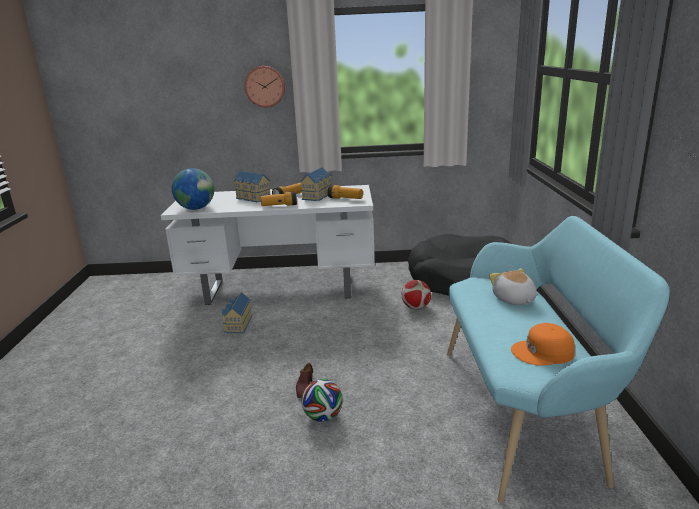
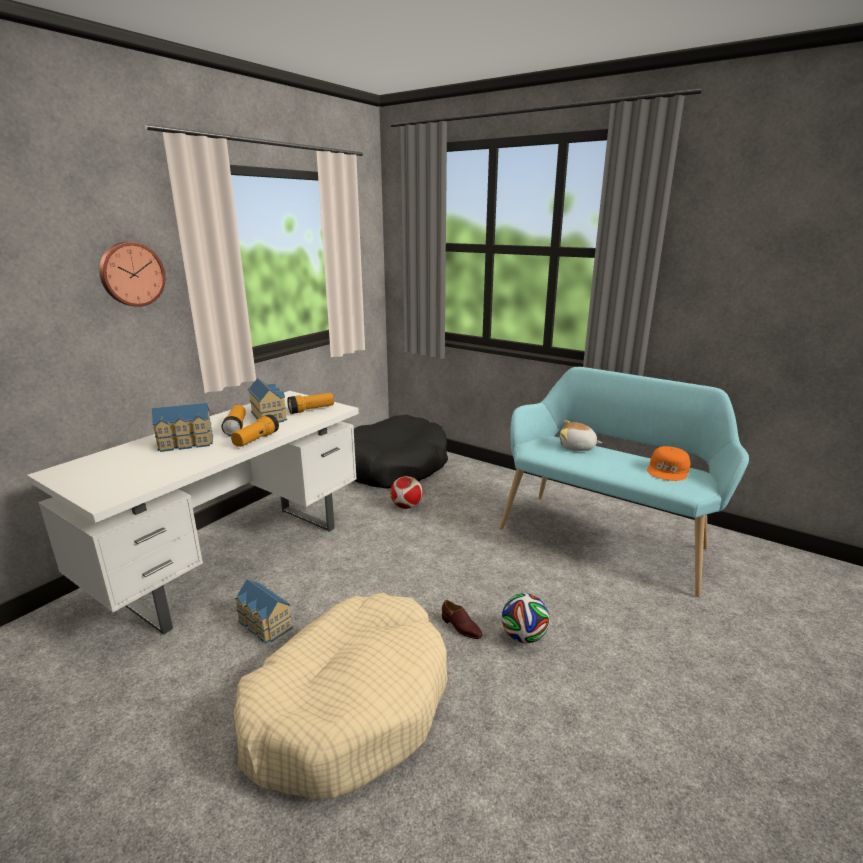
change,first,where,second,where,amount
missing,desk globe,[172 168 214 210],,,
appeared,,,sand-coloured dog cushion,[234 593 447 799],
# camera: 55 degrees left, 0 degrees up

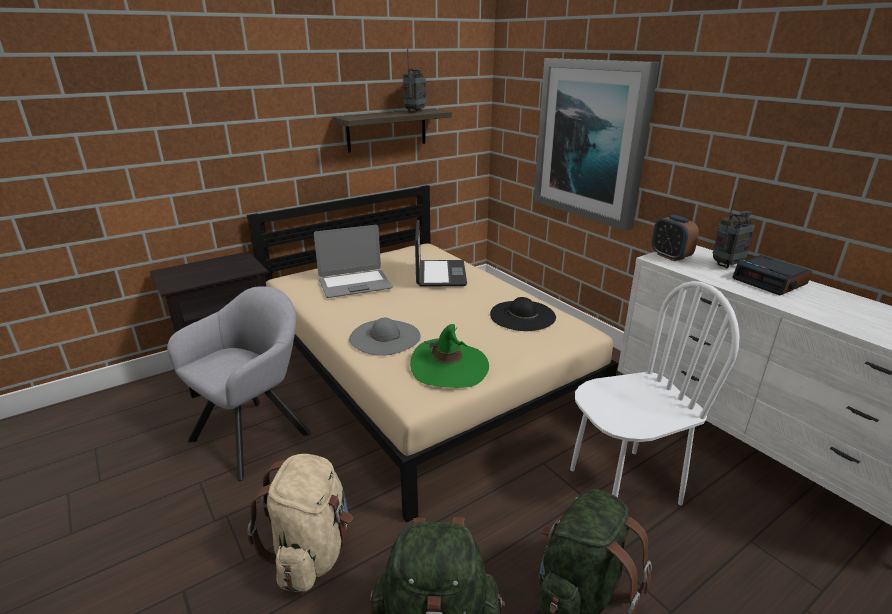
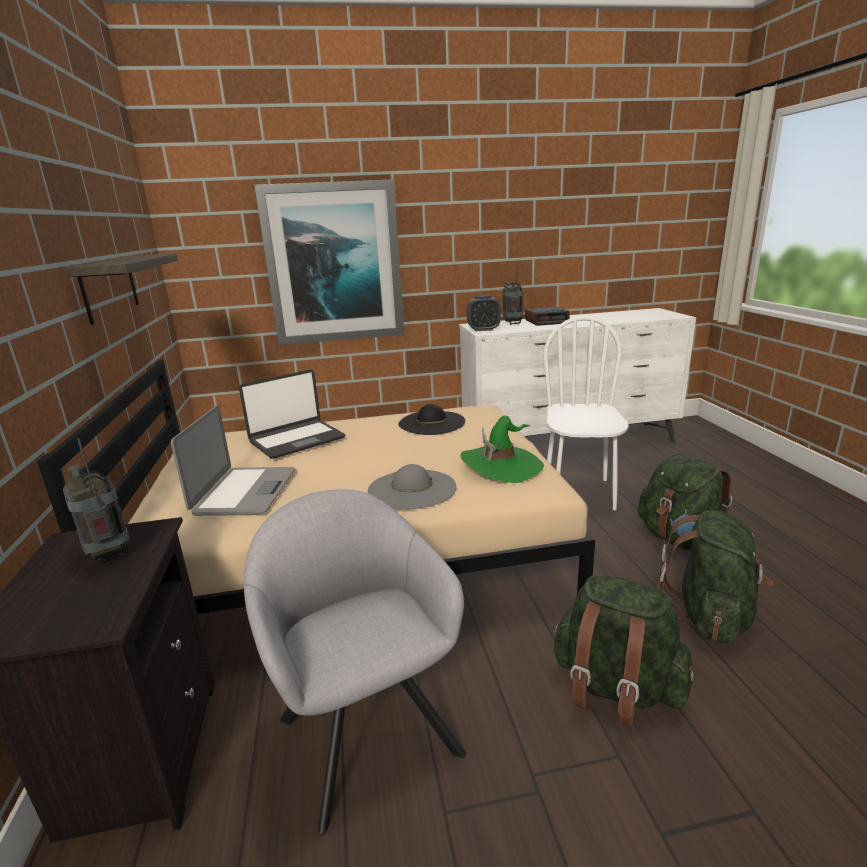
change,first,where,second,where,amount
relocated,radio,[403 49 426 113],,[63 438 130 562],
spun,notebook computer,[415 220 467 287],,[239 369 345 459],120 degrees clockwise
colour,sand-coloured knapsack,[247 454 353 592],green knapsack,[553 575 694 727],
# camera: 65 degrees left, 5 degrees down

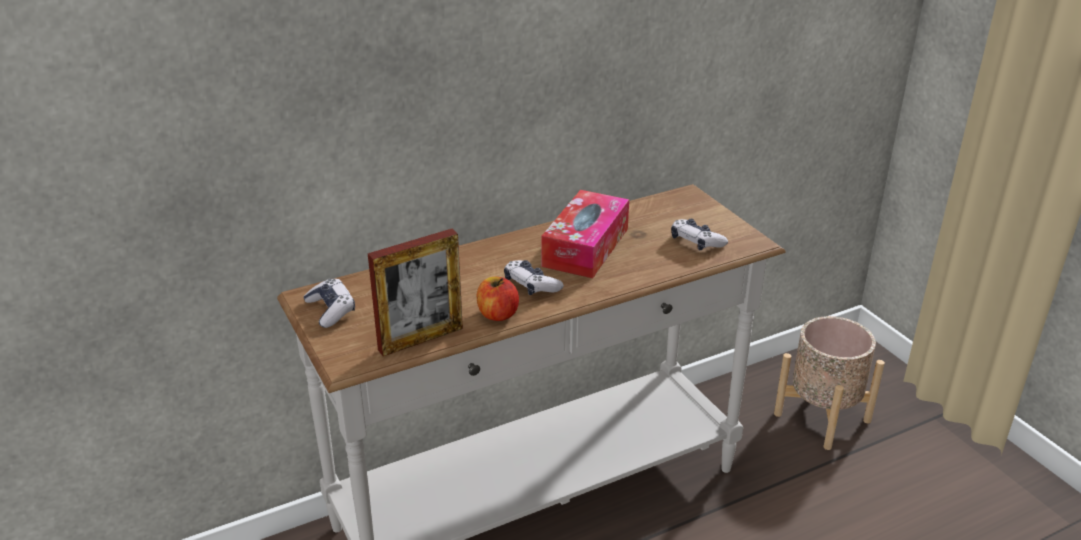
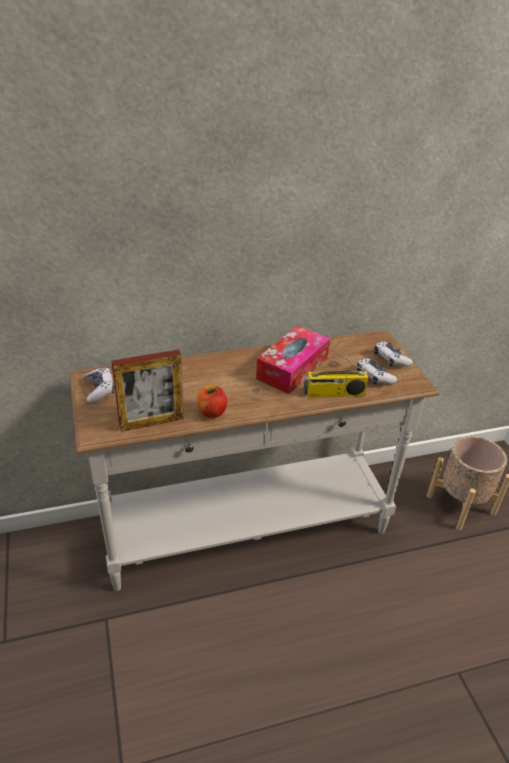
change,first,where,second,where,amount
relocated,gamepad,[504 260 564 295],,[374 342 413 367],
appeared,,,radio,[303 342 368 398],
# camera: 10 degrees right, 5 degrees up

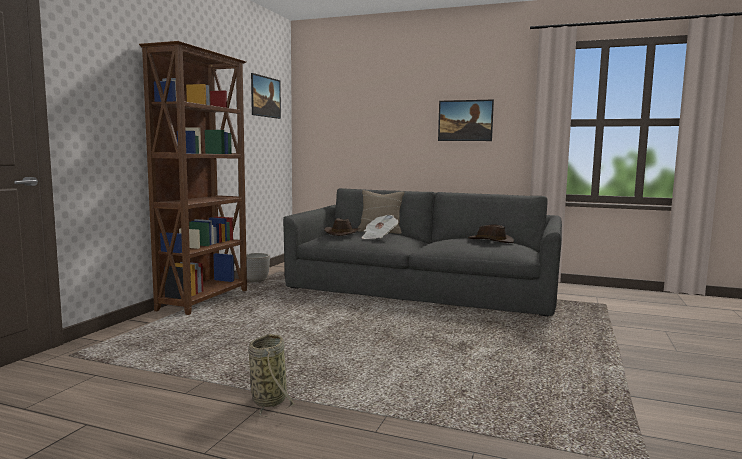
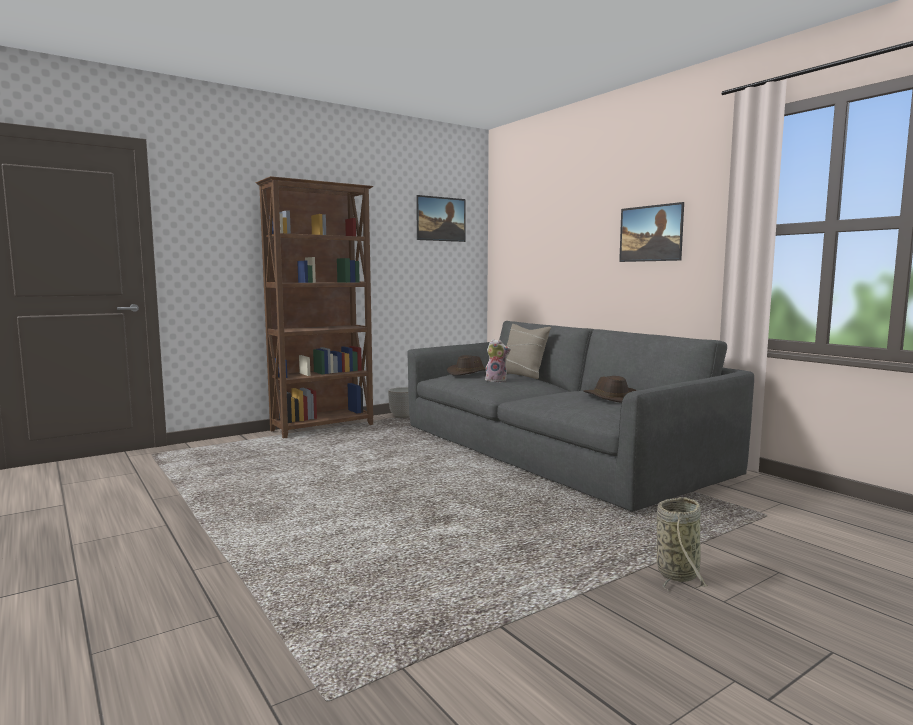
change,first,where,second,where,amount
exchanged,printed paper,[362 215 399 239],cuddly toy,[484 339 511 382],
relocated,household basket,[249 334 296 417],,[657 497 708 591],
# camera: 35 degrees right, 0 degrees up

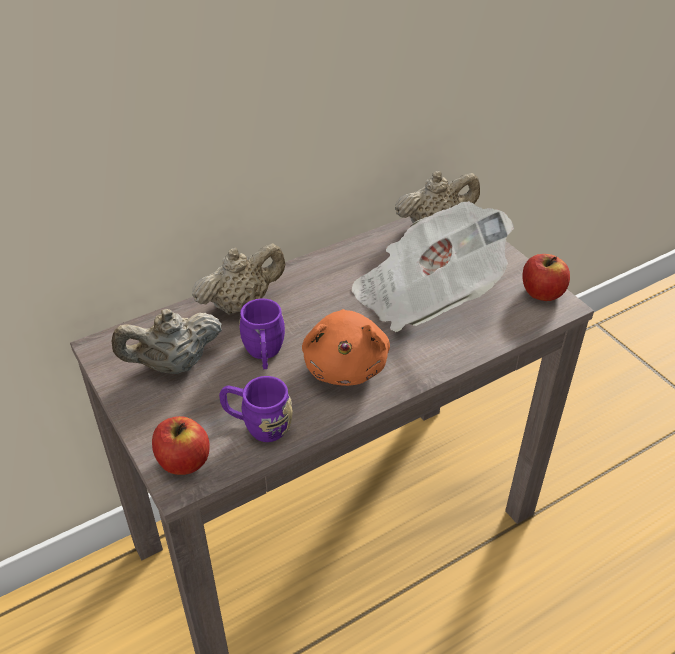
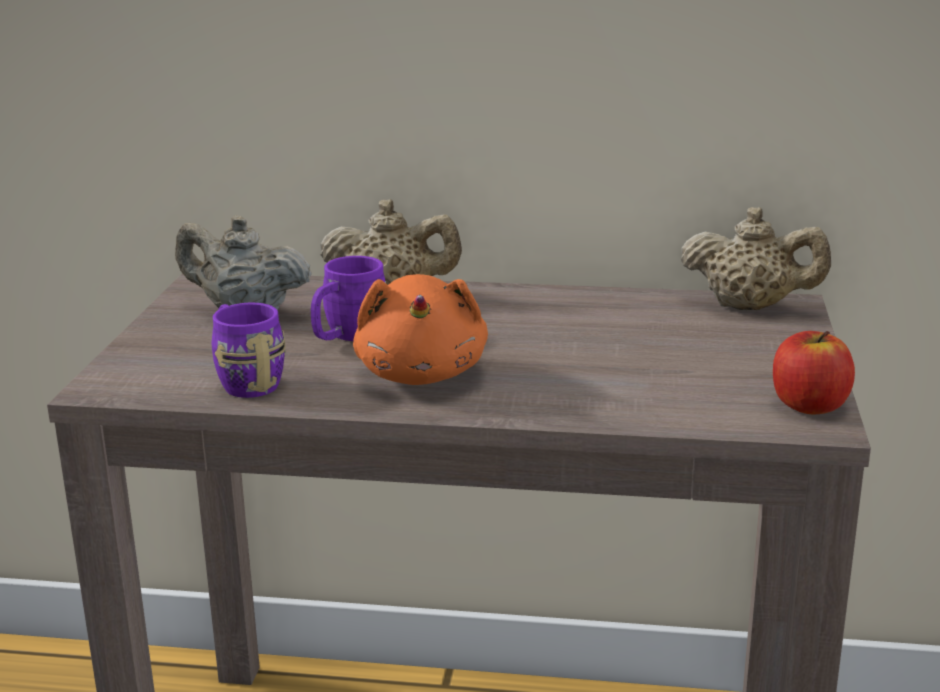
change,first,where,second,where,amount
missing,printed paper,[351 201 514 332],,,
spun,orangey cuddly toy,[302 309 390 386],,[353 274 488 385],45 degrees counterclockwise
missing,apple,[152 416 210 475],,,
# camera: 40 degrees right, 20 degrees down

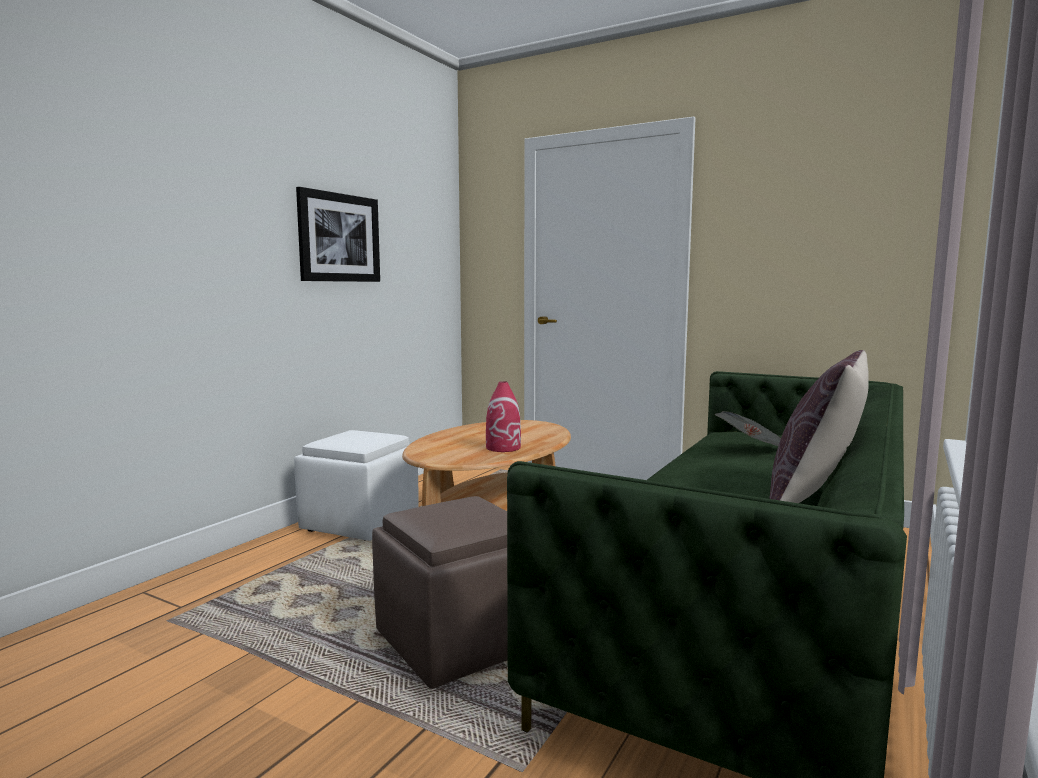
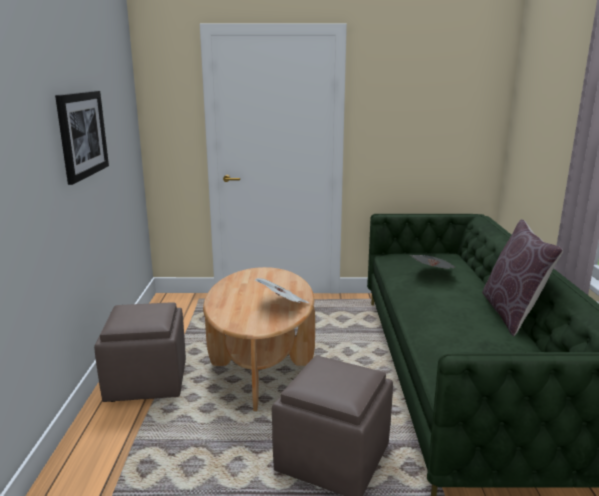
change,first,where,second,where,amount
exchanged,red-coloured decorative vase,[486 381 521 452],printed paper,[255 278 310 303],
colour,whitish footrest,[294 430 418 541],brown footrest,[94 302 186 402],
# camera: 30 degrees left, 10 degrees up

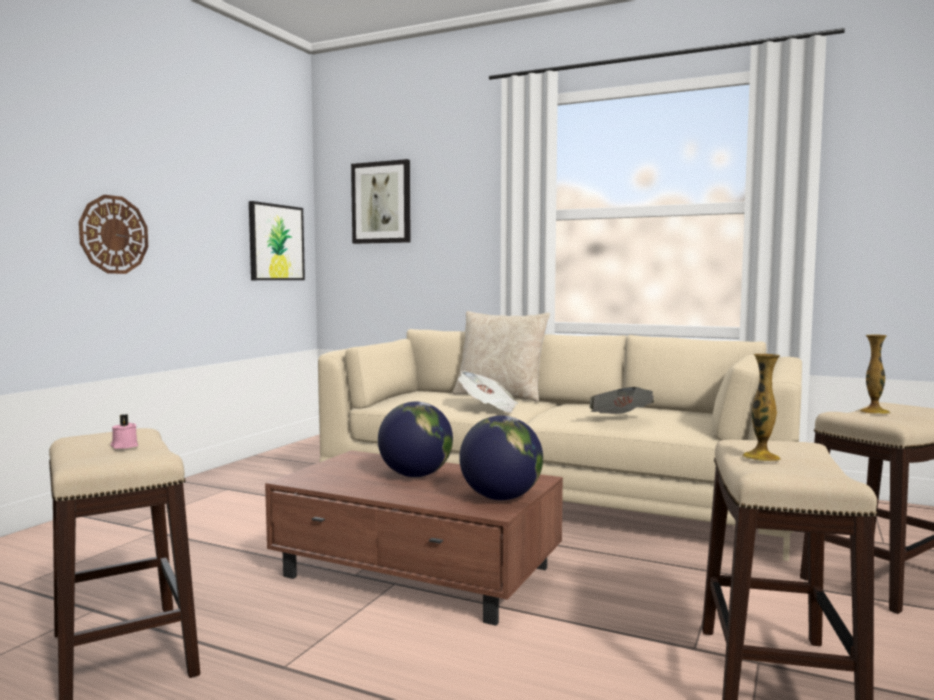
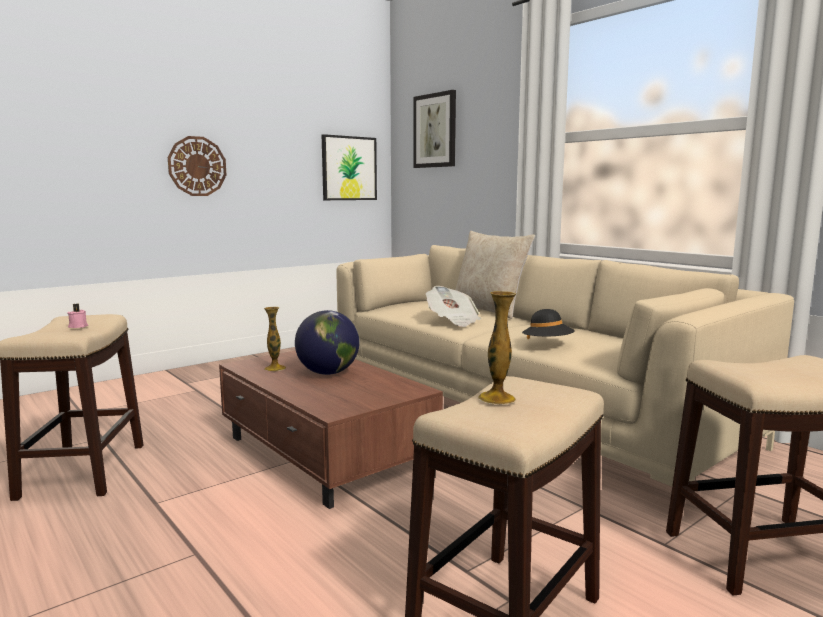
change,first,where,second,where,amount
relocated,decorative vase,[860 335 891 414],,[264 307 286 371],
exchanged,printed paper,[590 387 654 414],black wearable hat,[522 309 574 339],
missing,desk globe,[459 416 543 500],,,
# camera: 25 degrees right, 5 degrees up

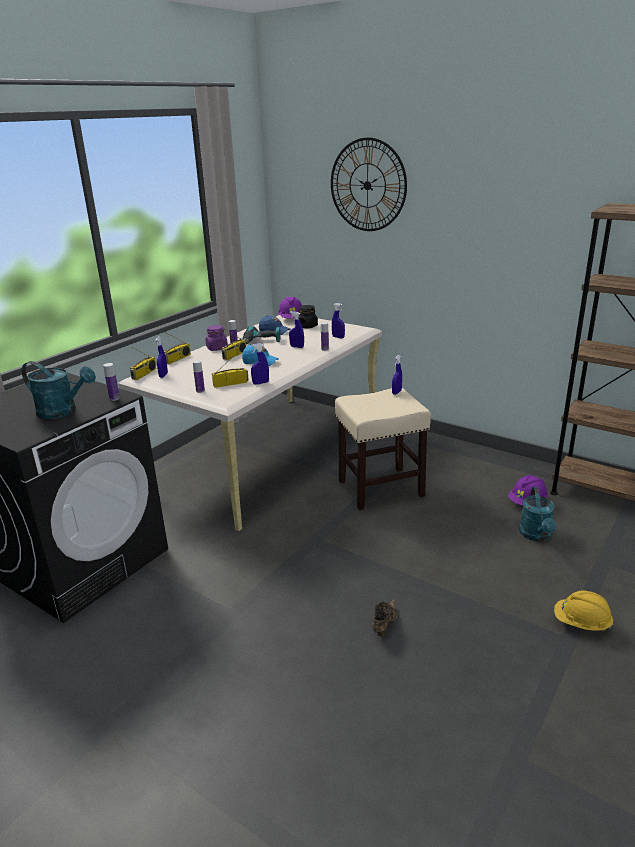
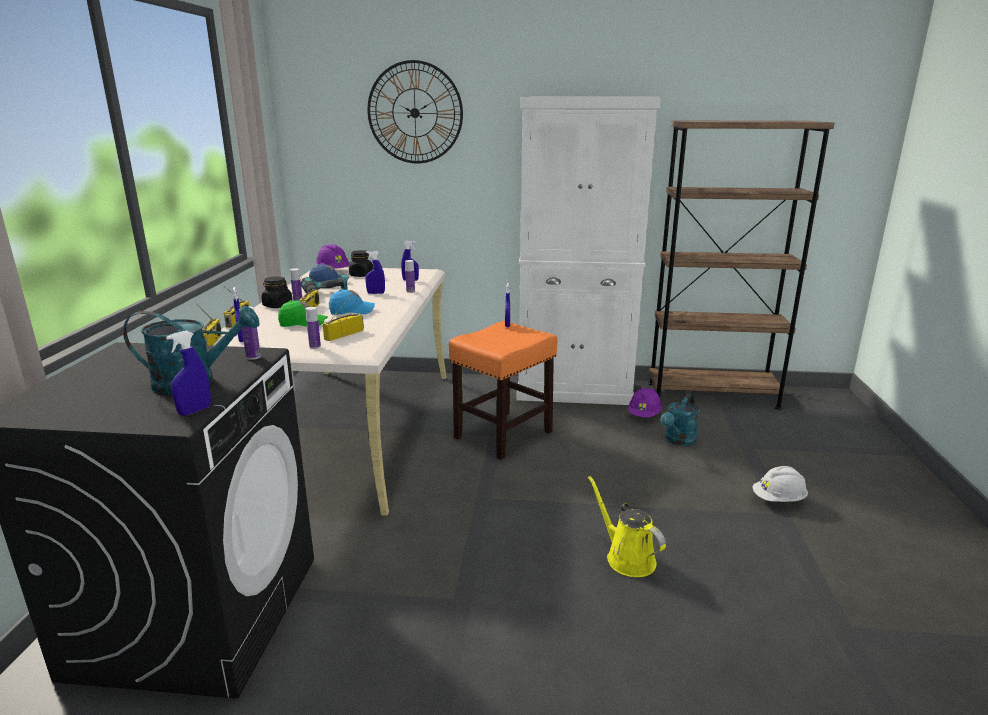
change,first,where,second,where,amount
colour,purple-coloured storage jar,[205 325 228 351],black storage jar,[261 276 293 308],
relocated,blue-coloured sprayer,[251 343 269 385],,[166 331 211 416],
colour,sand-coloured sitting stool,[335 388 431 510],orangey sitting stool,[449 321 558 459],
spun,turquoise-coloured sprinkling can,[519 487 556 542],,[661 393 699 446],60 degrees clockwise
colour,yellow hard hat,[554 590 613 631],whitish hard hat,[752 466 808 502],
exchanged,brown low shoe,[372 599 398 636],yellow sprinkling can,[588 476 666 577],
appeared,,,whitish cupboard,[517 97 661 405],
appeared,,,green peaked cap,[278 300 328 327],
# camera: 30 degrees left, 5 degrees down

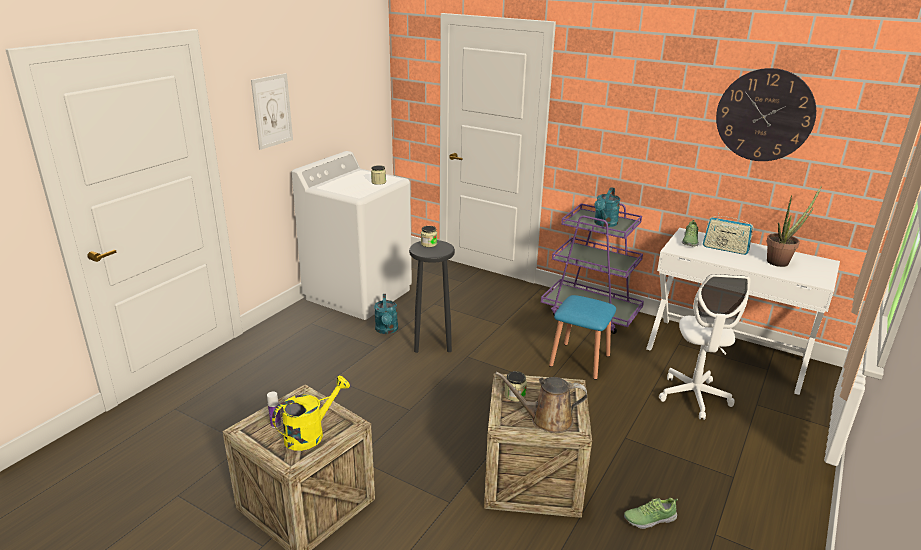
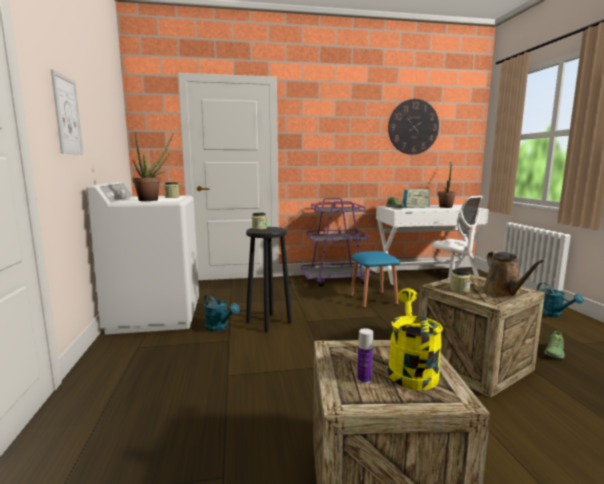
change,first,where,second,where,amount
relocated,turquoise-coloured sprinkling can,[594 187 621 227],,[537 283 584 318],
spun,brown sprinkling can,[495 372 587 433],,[483 251 544 297],60 degrees counterclockwise
appeared,,,potted plant,[132 131 174 201],
# camera: 40 degrees left, 15 degrees down

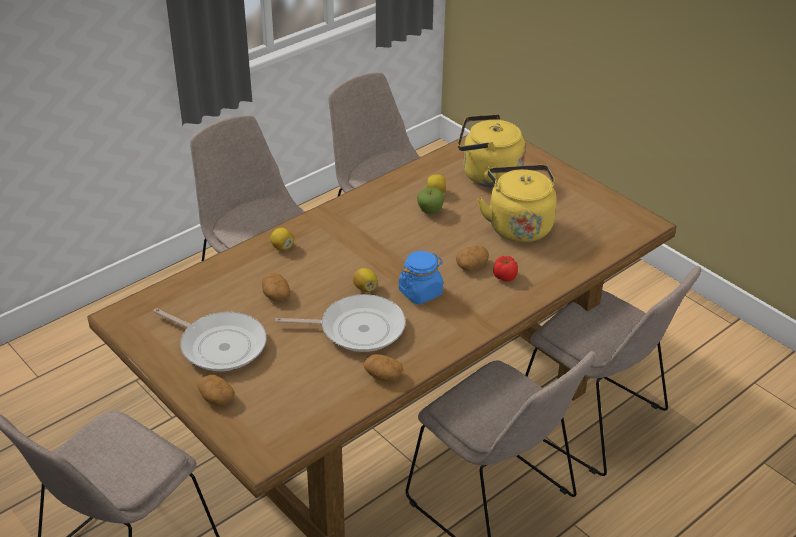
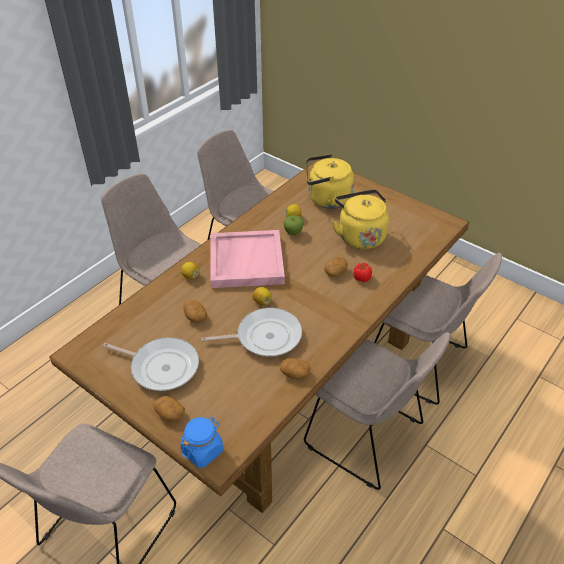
change,first,where,second,where,amount
relocated,blue-coloured storage jar,[399 251 443 304],,[180 417 223 468],
appeared,,,pinkish tray,[210 230 285 288],
# camera: 10 degrees left, 5 degrees up

